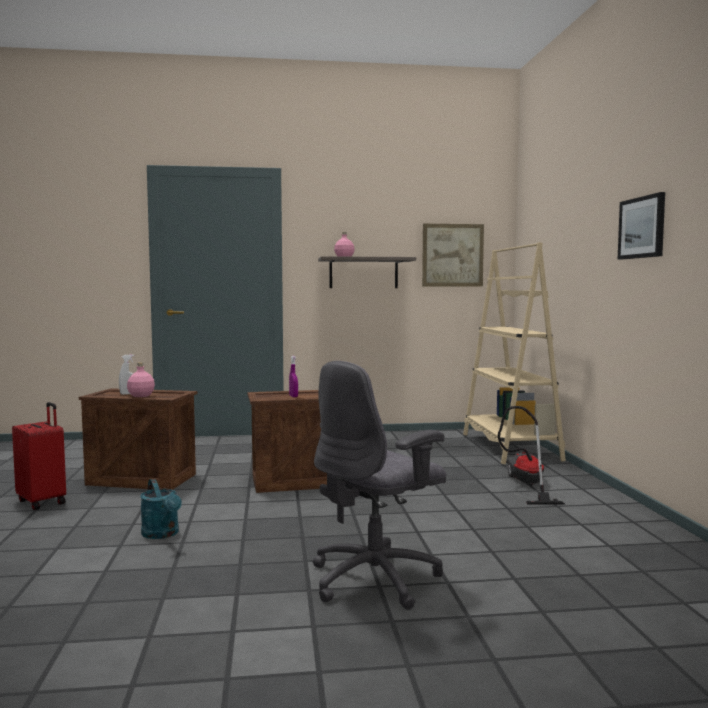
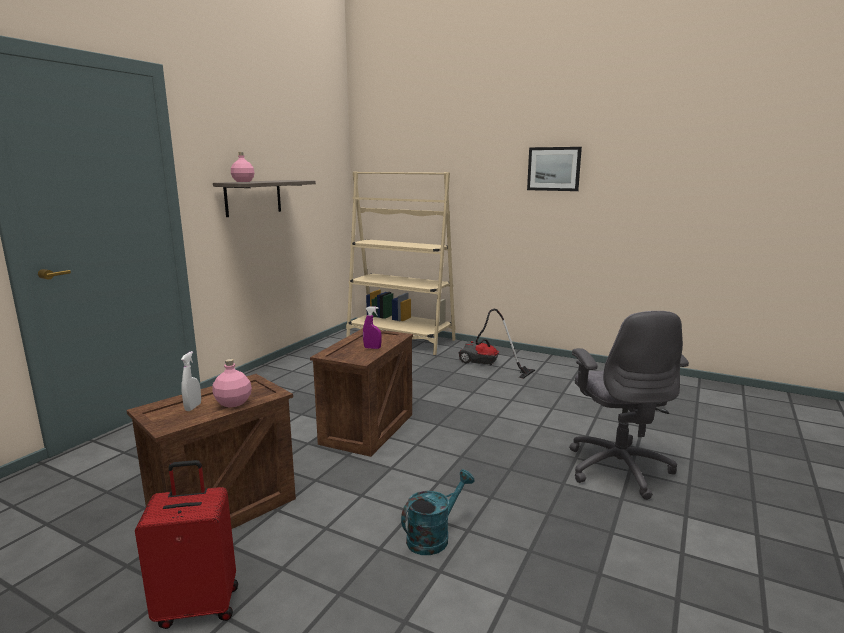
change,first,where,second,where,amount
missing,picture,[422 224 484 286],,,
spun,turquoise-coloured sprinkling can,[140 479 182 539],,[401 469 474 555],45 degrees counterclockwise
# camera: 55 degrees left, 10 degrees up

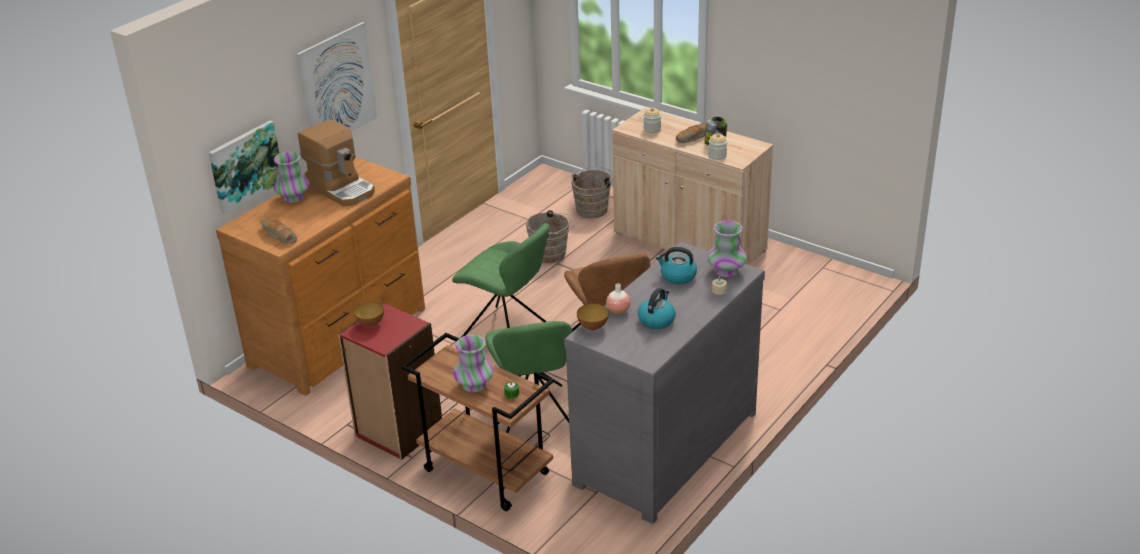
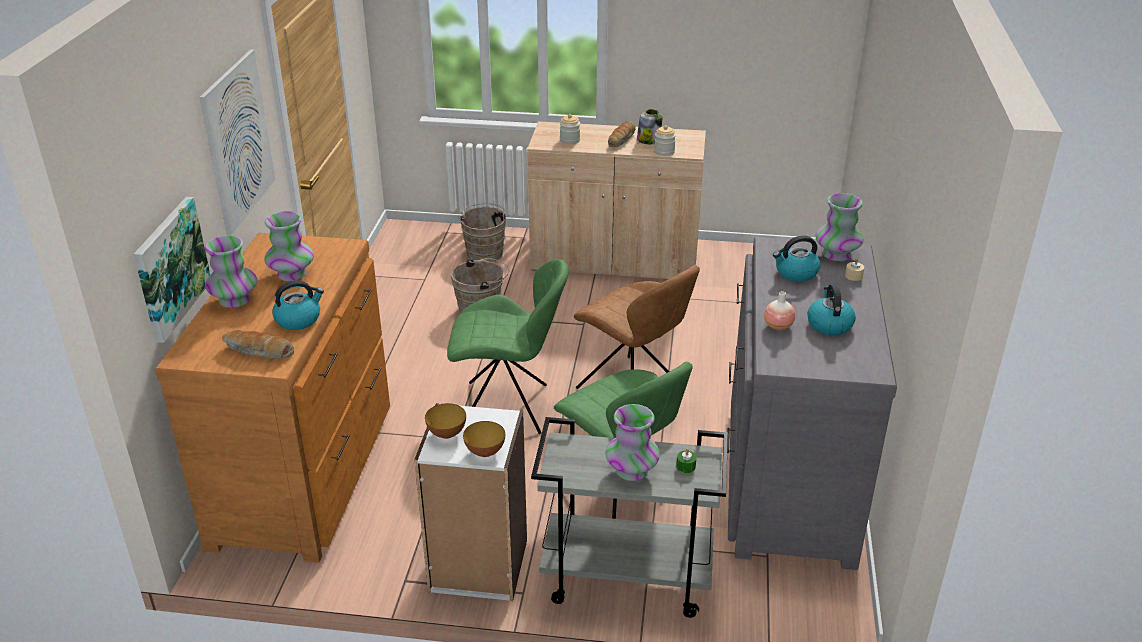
change,first,where,second,where,amount
exchanged,coffee machine,[298 119 375 206],decorative vase,[264 211 314 281],
colour,red-coloured shelving unit,[338 302 442 460],whitish shelving unit,[414 403 527 601],
relocated,bowl,[577 304 609 331],,[463 421 505 457],
colour,brown cart,[401 333 554 511],greyish cart,[531 417 728 618],
appeared,,,water kettle,[272 280 324 330],
# camera: 30 degrees left, 0 degrees up

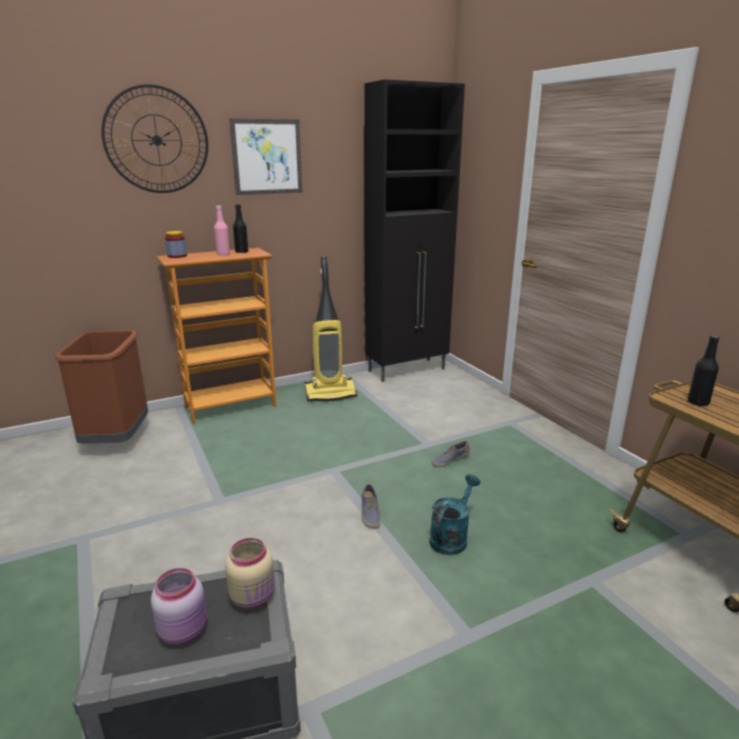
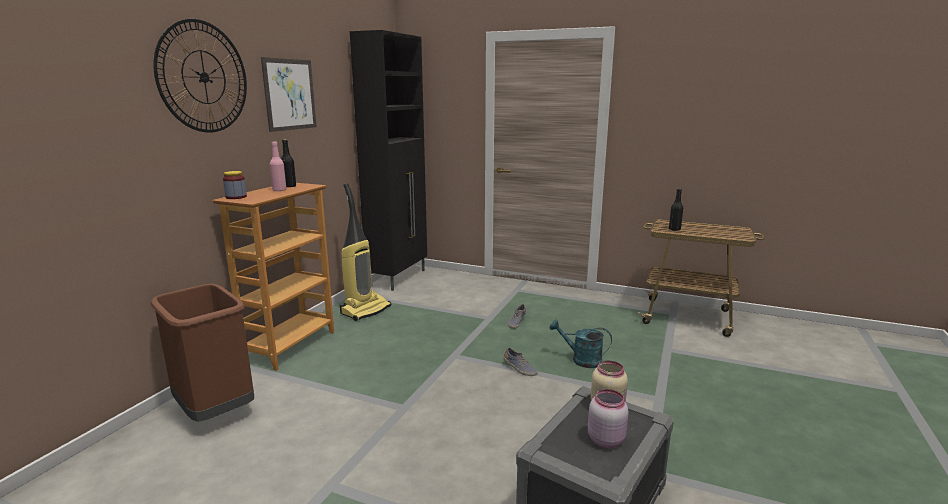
change,first,where,second,where,amount
spun,turquoise-coloured sprinkling can,[429 474 480 555],,[549 320 612 368],60 degrees counterclockwise
# camera: 40 degrees left, 5 degrees down

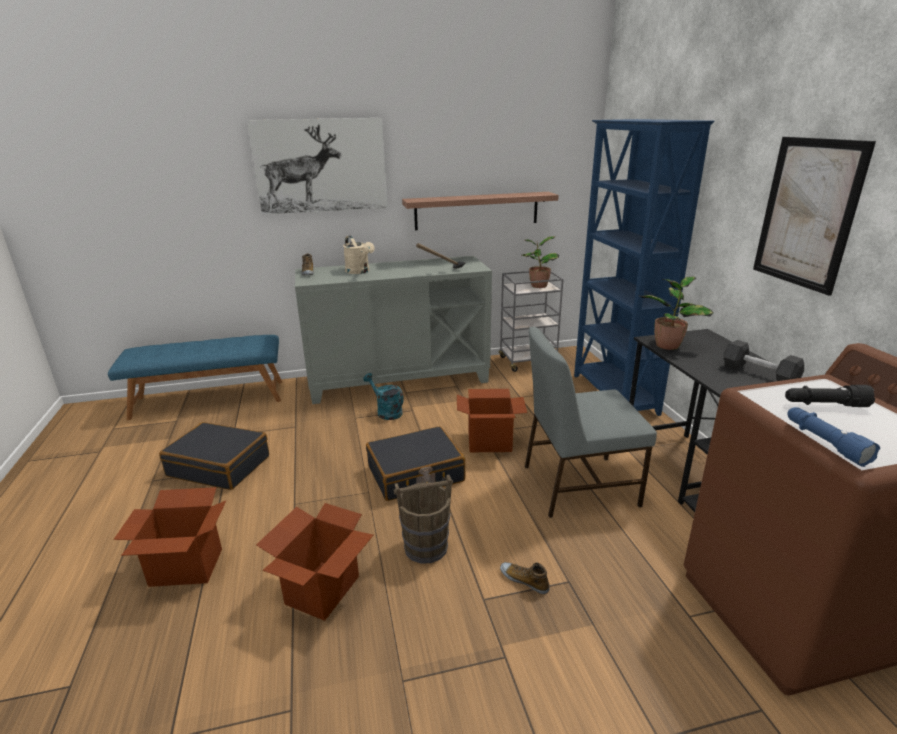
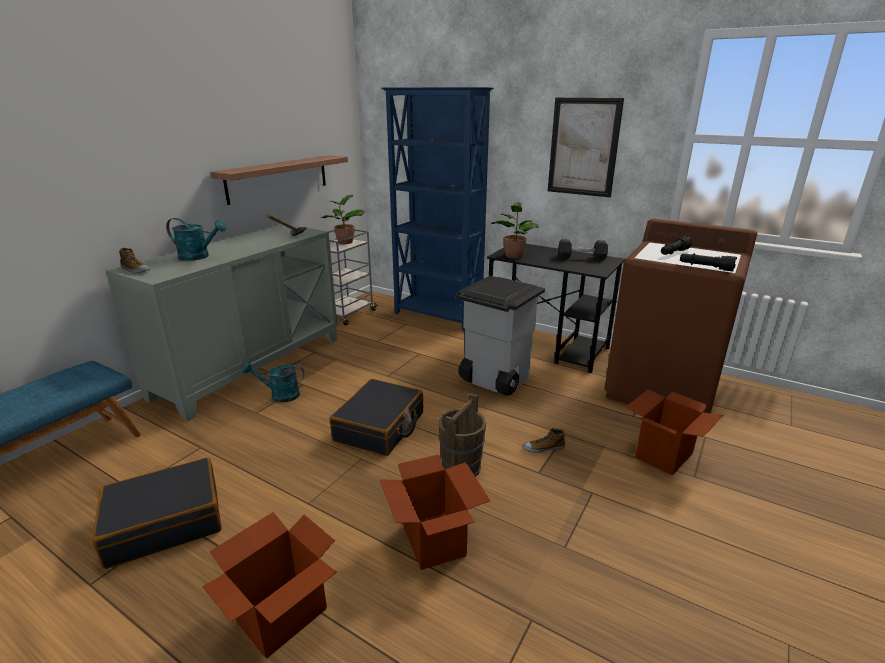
change,first,where,second,where,amount
missing,picture,[247 118 387 215],,,
colour,sand-coloured sprinkling can,[343 236 375 274],turquoise-coloured sprinkling can,[166 218 226 261],
exchanged,greyish chair,[525 327 657 518],greyish rubbish bin,[456 276 545 396],
relocated,packing box,[457 389 527 452],,[626 389 723 476],
colour,blue-coloured flashlight,[787 407 880 467],black flashlight,[680 253 737 272],
# camera: 45 degrees left, 0 degrees up

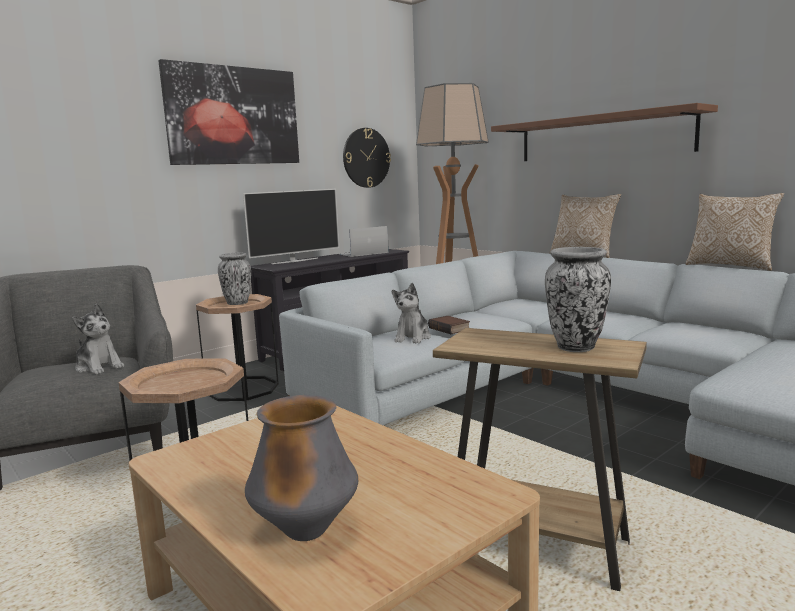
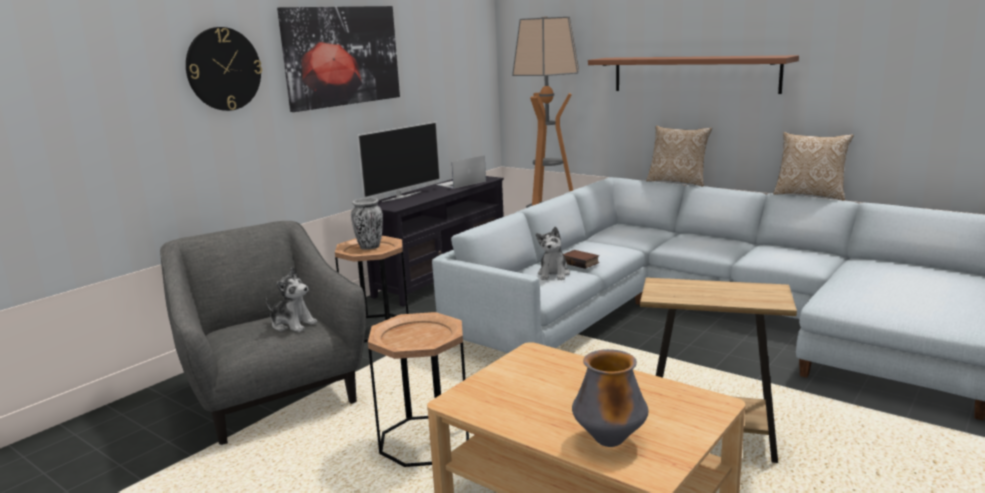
change,first,where,second,where,amount
relocated,clock on the wall,[343 128 391 188],,[186 27 262 111],
missing,decorative vase,[545 247 611 352],,,
# camera: 10 degrees left, 5 degrees up

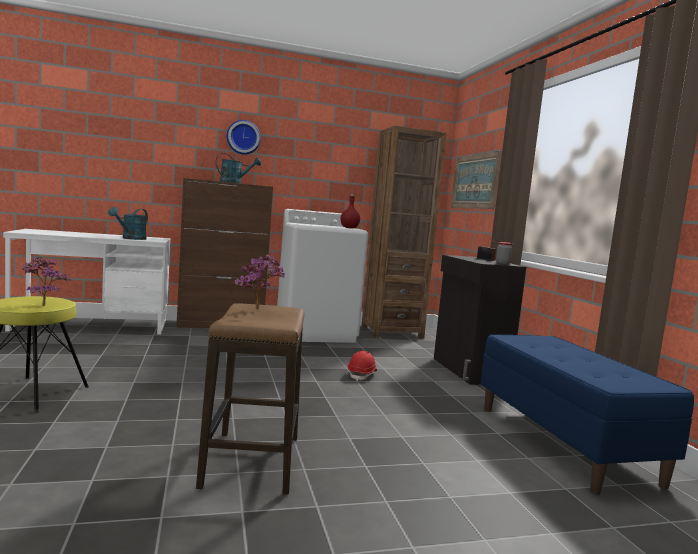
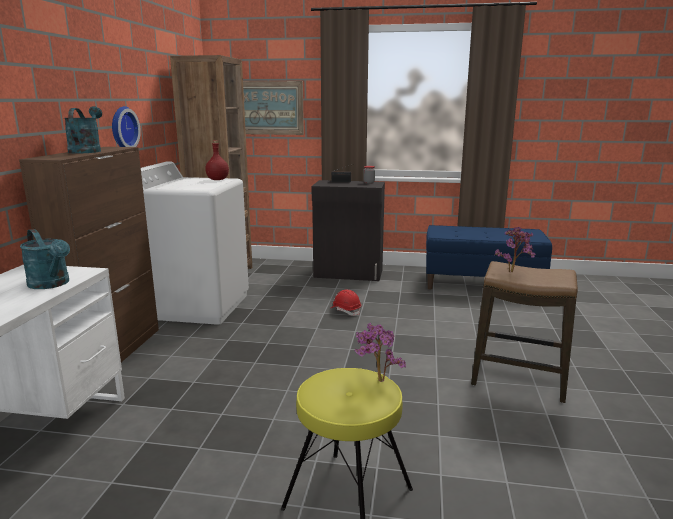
change,first,where,second,where,amount
relocated,clock on the wall,[226 120 261 154],,[112 106 141 147],
# camera: 65 degrees left, 10 degrees up

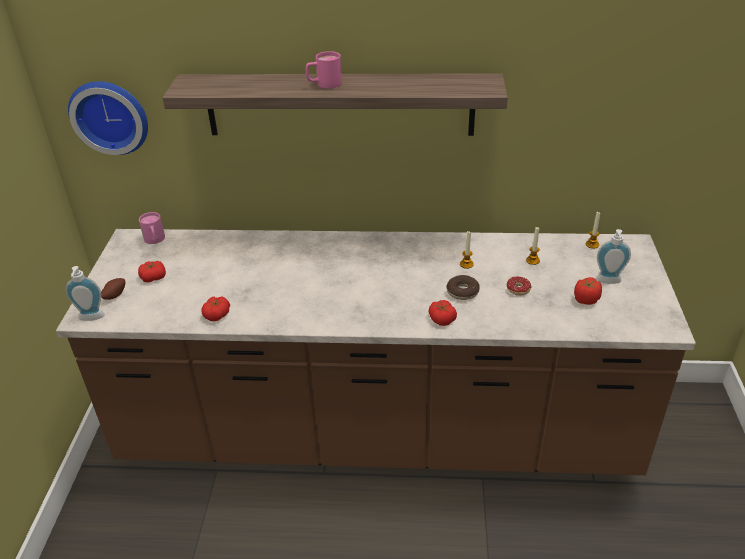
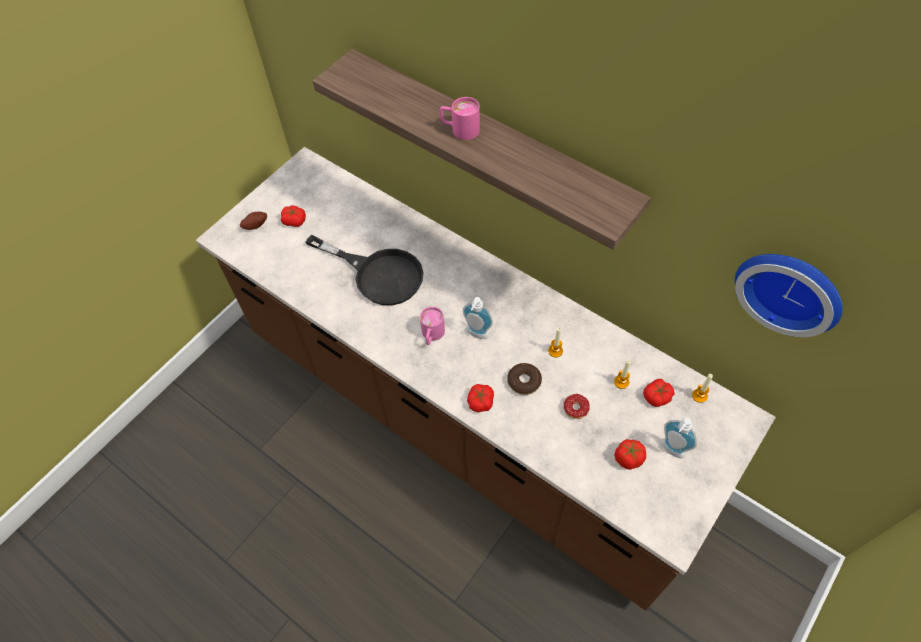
change,first,where,second,where,amount
relocated,clock on the wall,[68 81 148 155],,[735 254 843 337],
relocated,pinkish mug,[139 212 165 244],,[420 307 445 345],
relocated,liquid soap bottle,[65 266 105 321],,[463 297 493 339],
relocated,fresh tomato,[201 296 230 321],,[643 379 675 407],
appeared,,,black skillet,[305 235 424 305],
# camera: 35 degrees right, 20 degrees up

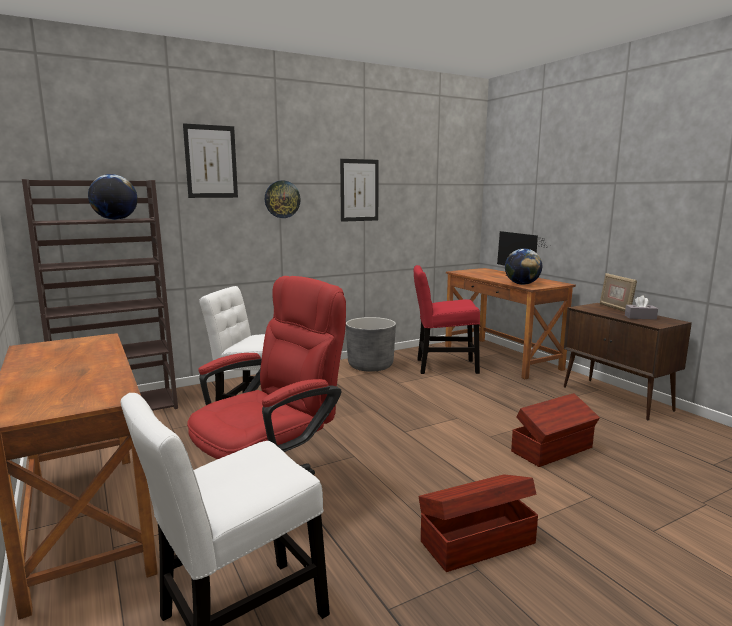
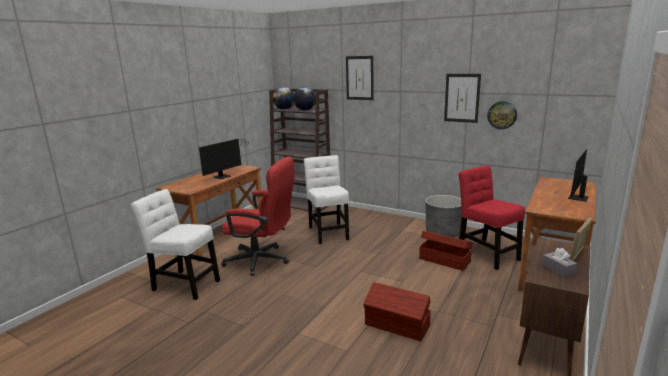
change,first,where,second,where,amount
relocated,clock on the wall,[265 181 301 218],,[487 101 517 130],
relocated,desk globe,[505 249 542 285],,[273 87 294 110],
relocated,brown storage box,[419 474 538 572],,[419 231 473 271],
appeared,,,computer display,[199 139 243 179],
# camera: 60 degrees right, 5 degrees up

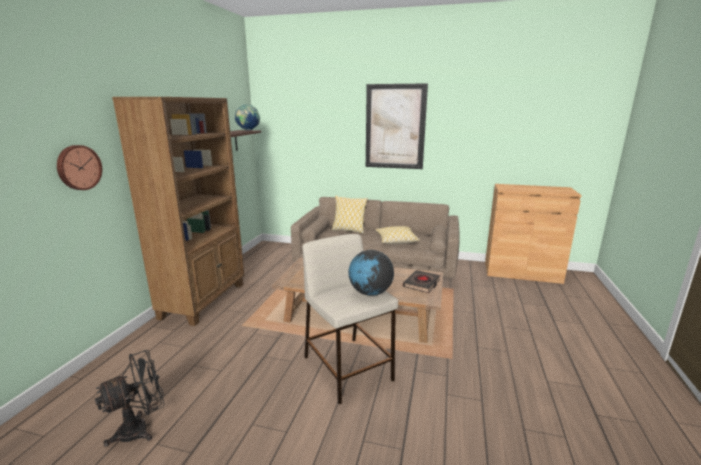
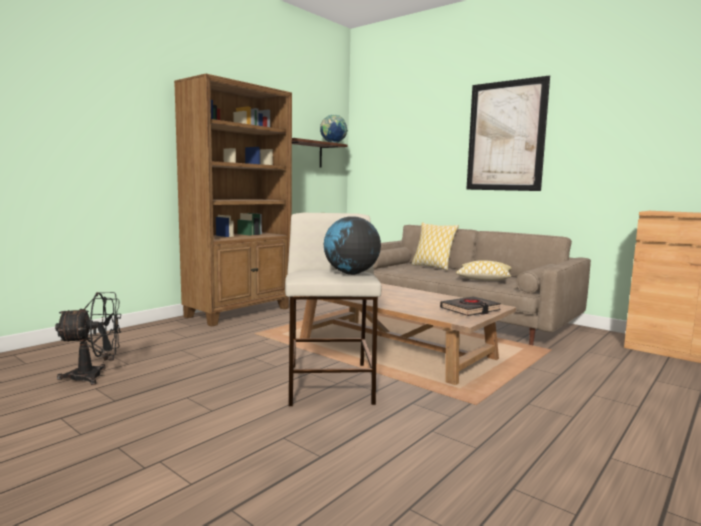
change,first,where,second,where,amount
missing,clock on the wall,[57 145 102 190],,,
# camera: 25 degrees right, 10 degrees down

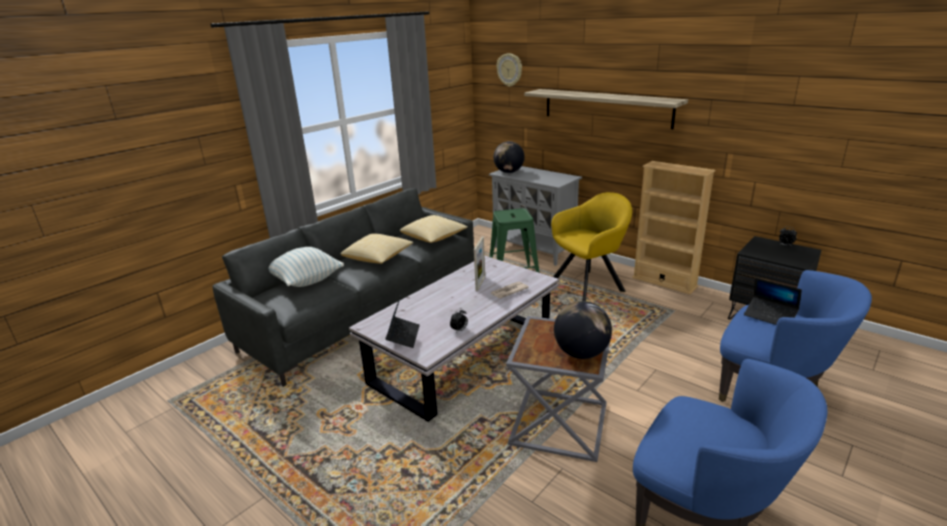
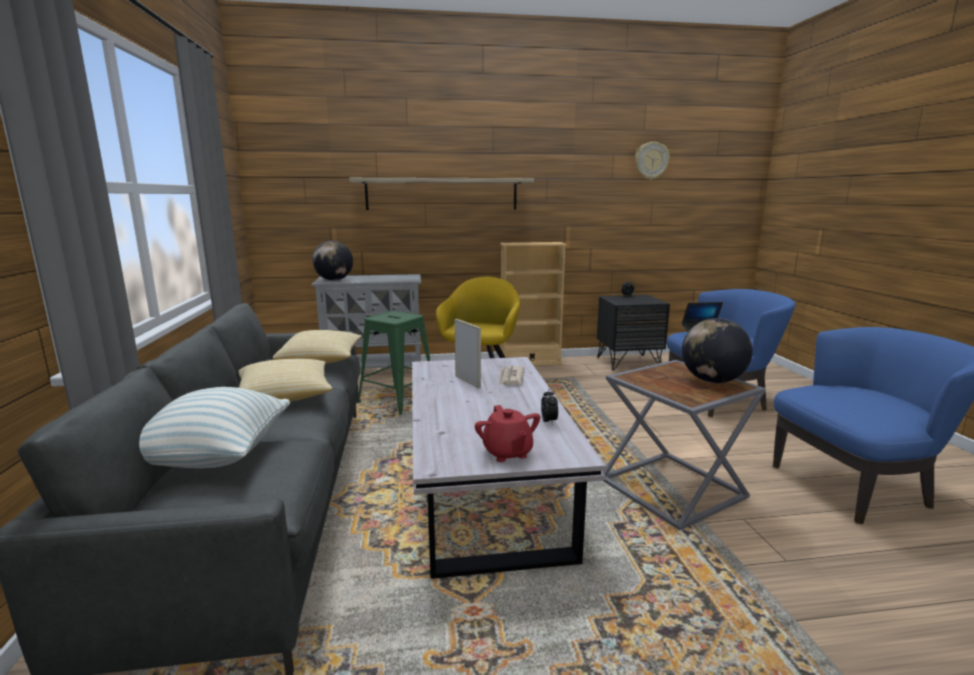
change,first,where,second,where,amount
relocated,clock on the wall,[496 53 522 87],,[635 142 670 180],
exchanged,notebook computer,[385 295 420 348],red-coloured teapot,[475 405 540 462],
# camera: 50 degrees left, 10 degrees down

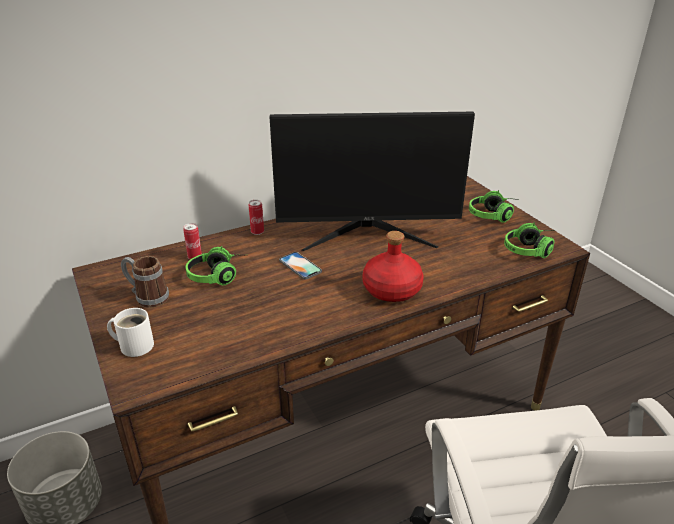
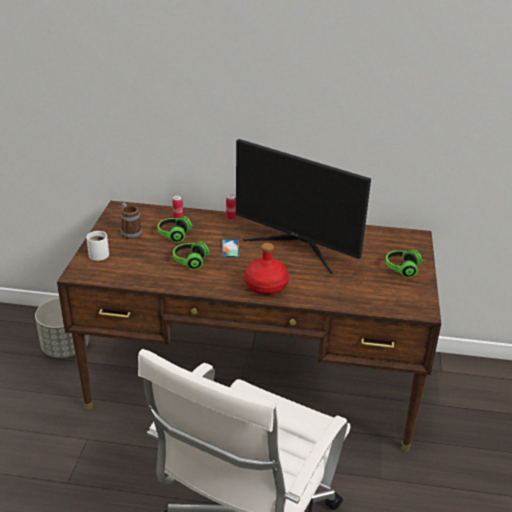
change,first,where,second,where,amount
relocated,pair of headphones,[504 222 556 258],,[173 241 219 270],
# camera: 35 degrees right, 0 degrees up

